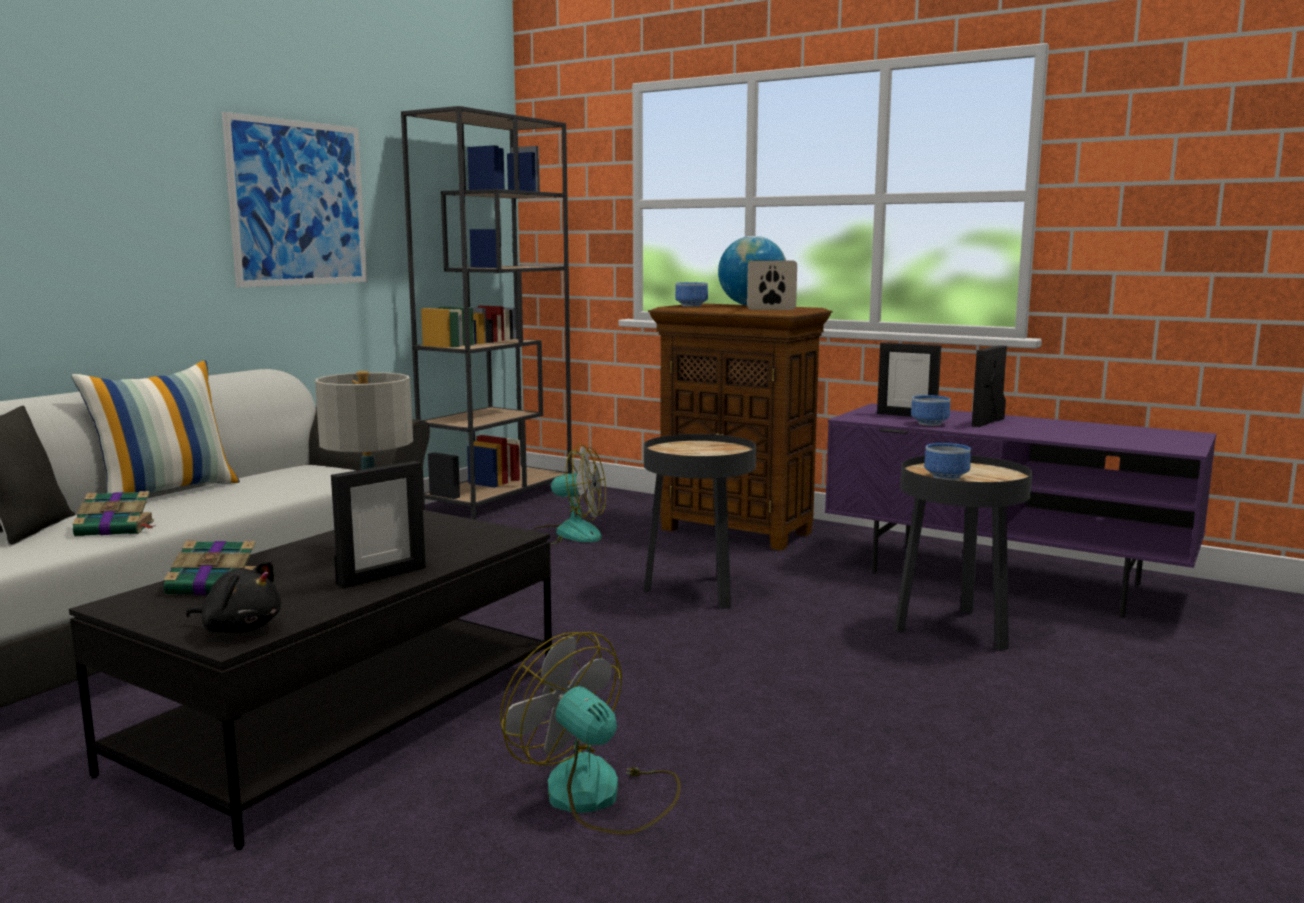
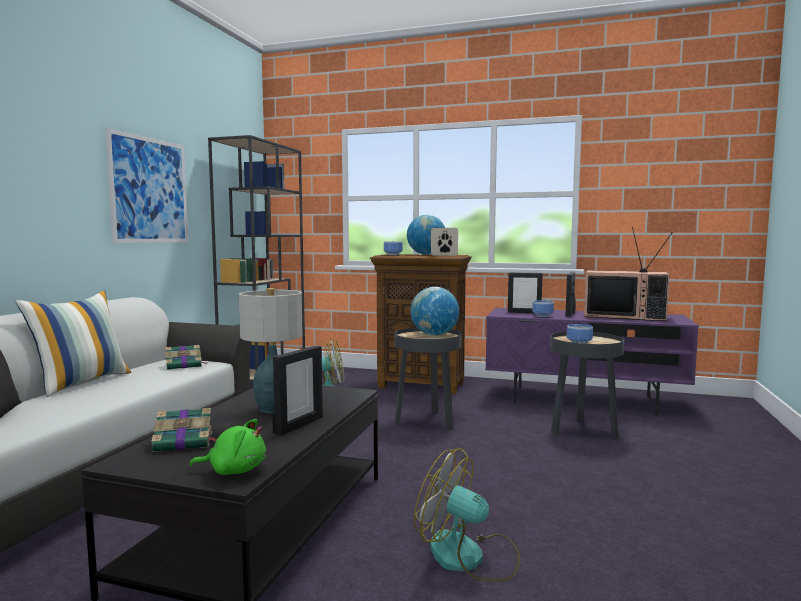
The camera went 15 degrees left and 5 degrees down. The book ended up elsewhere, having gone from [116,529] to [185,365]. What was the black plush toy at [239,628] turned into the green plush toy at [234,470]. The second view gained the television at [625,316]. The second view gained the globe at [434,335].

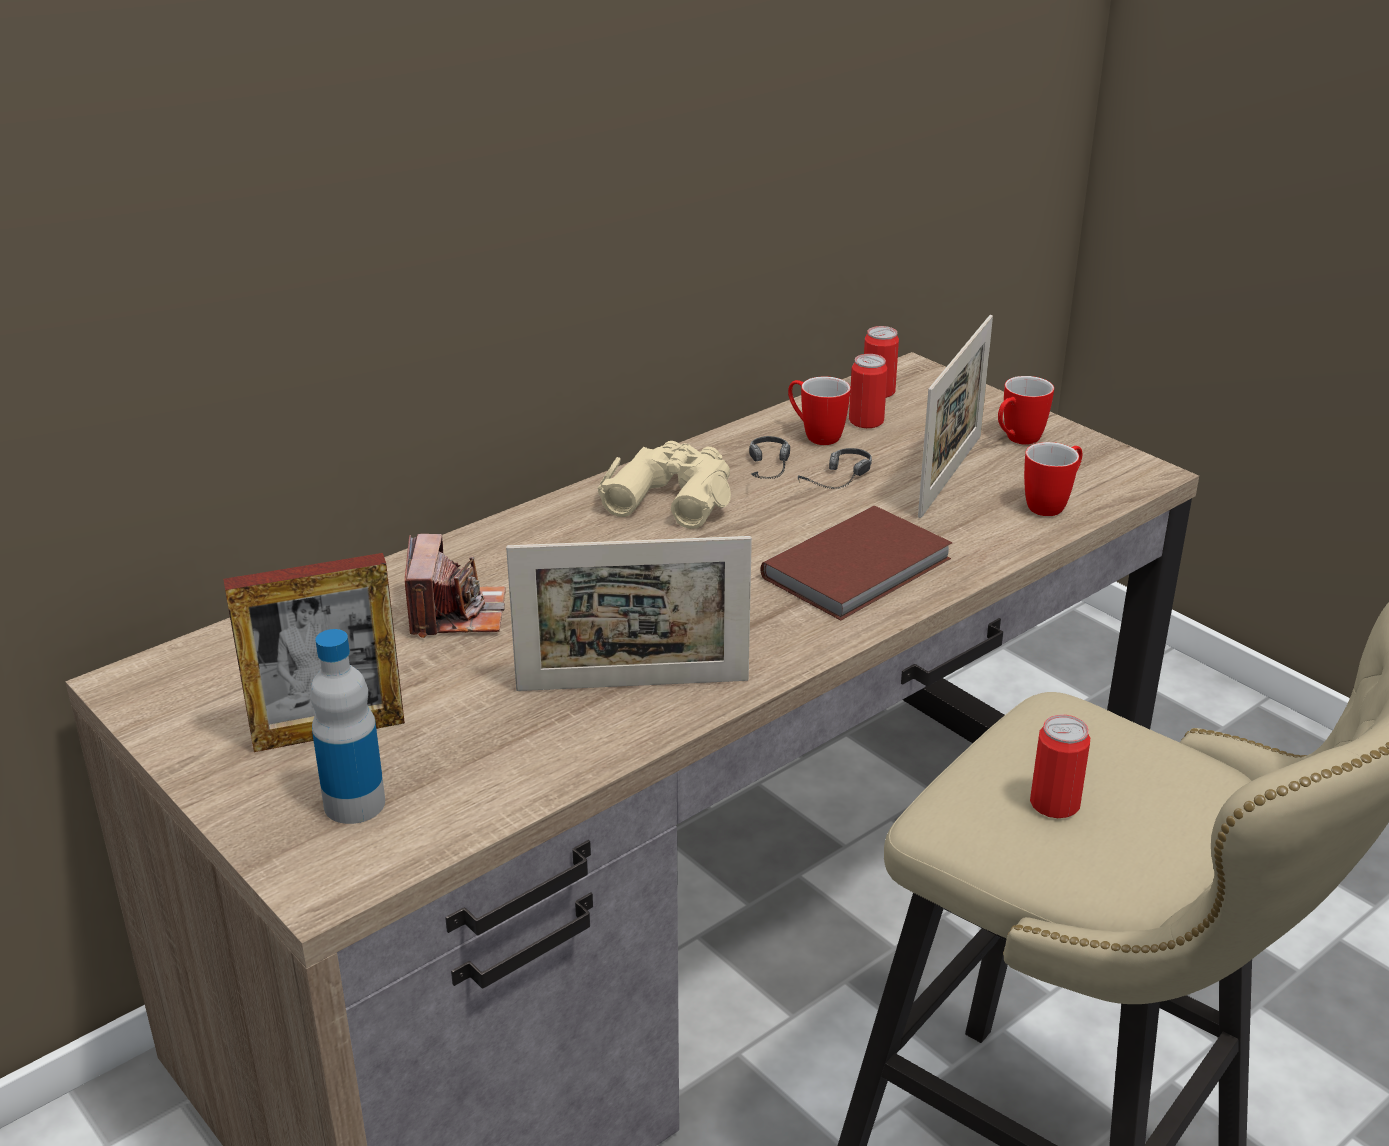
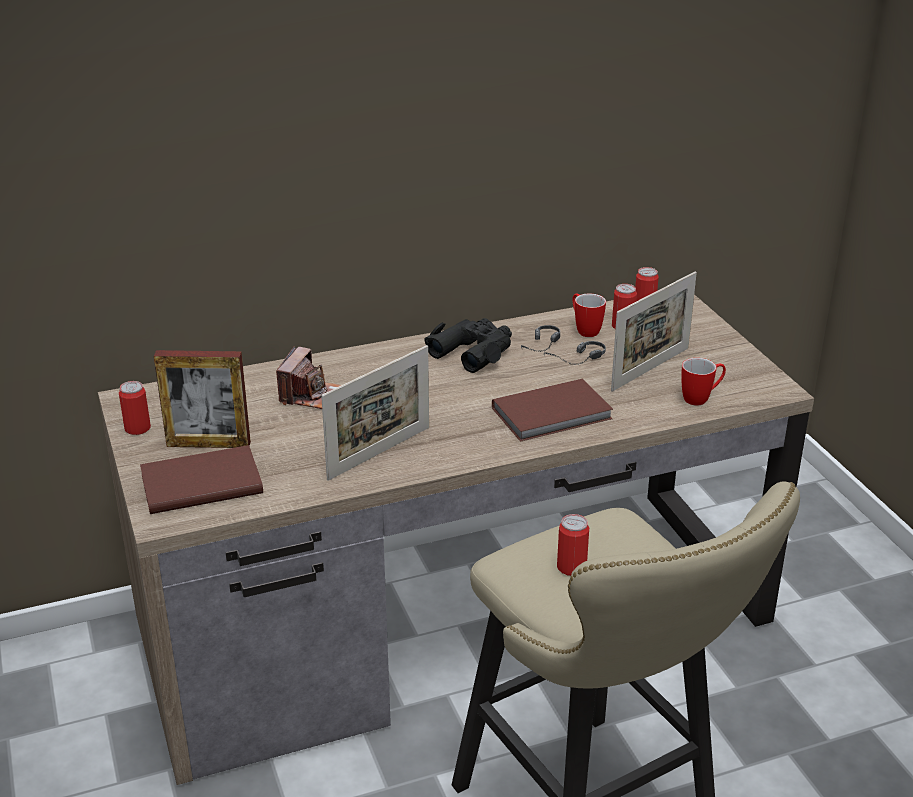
The camera went 20 degrees right and 0 degrees up. The second view lost the mug at [1017,440]. What was the beige binoculars at [672,496] turned into the black binoculars at [473,351]. The picture frame at [632,685] ended up facing another way, 60 degrees counterclockwise from before. Where the bottle stood at [354,804], the brown book came to stand at [199,483]. The second view gained the can at [137,428].

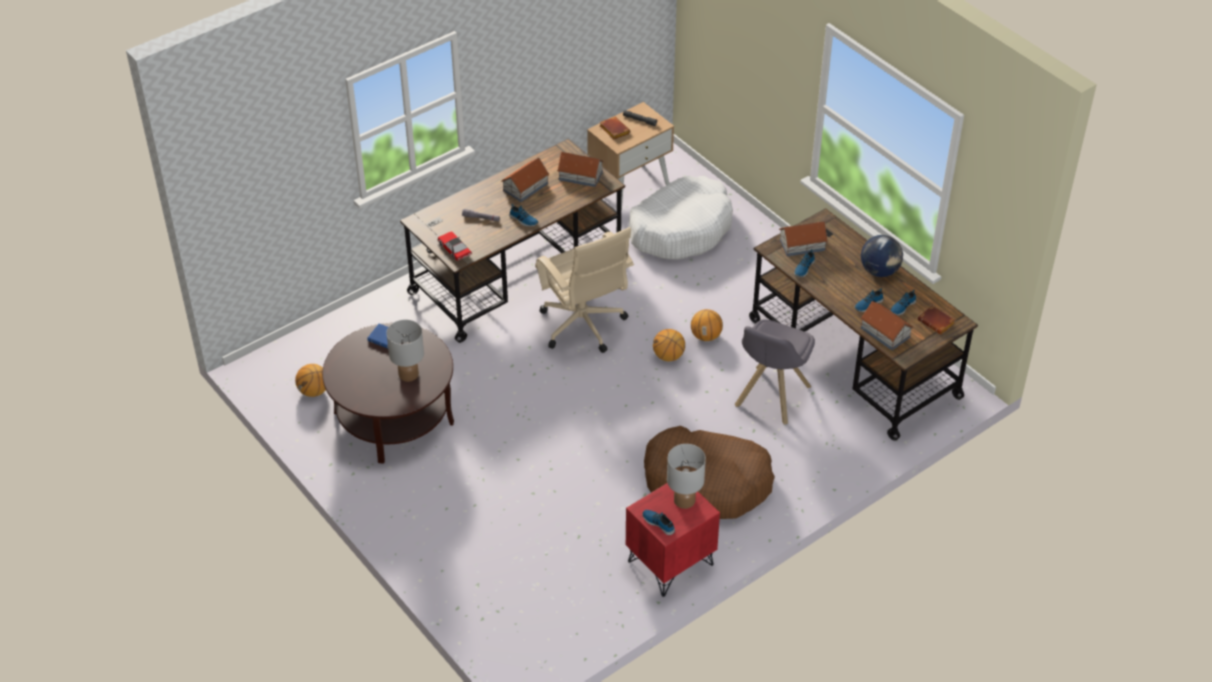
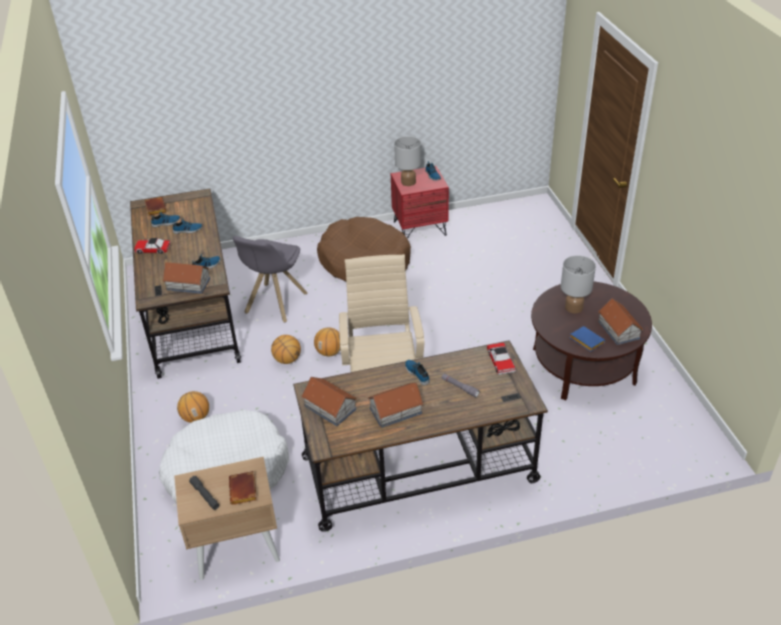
The camera went 155 degrees left and 5 degrees down. Where the globe stood at [880,271], the toy car came to stand at [152,249]. The toy house ended up elsewhere, having gone from [885,332] to [618,330]. The grey chair at [771,396] ended up facing another way, 150 degrees clockwise from before. The basketball ended up elsewhere, having gone from [314,391] to [196,417].

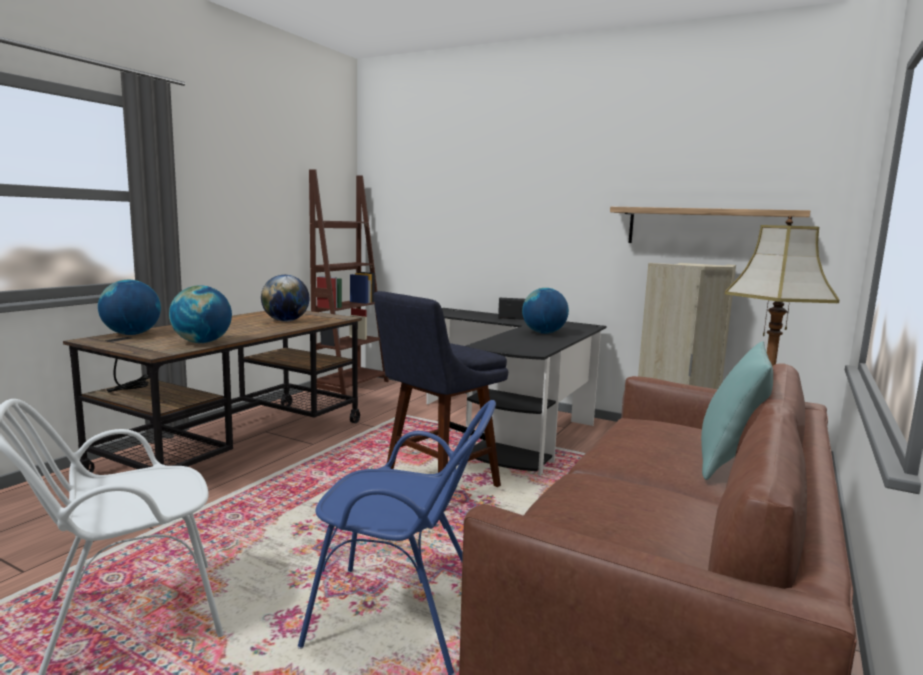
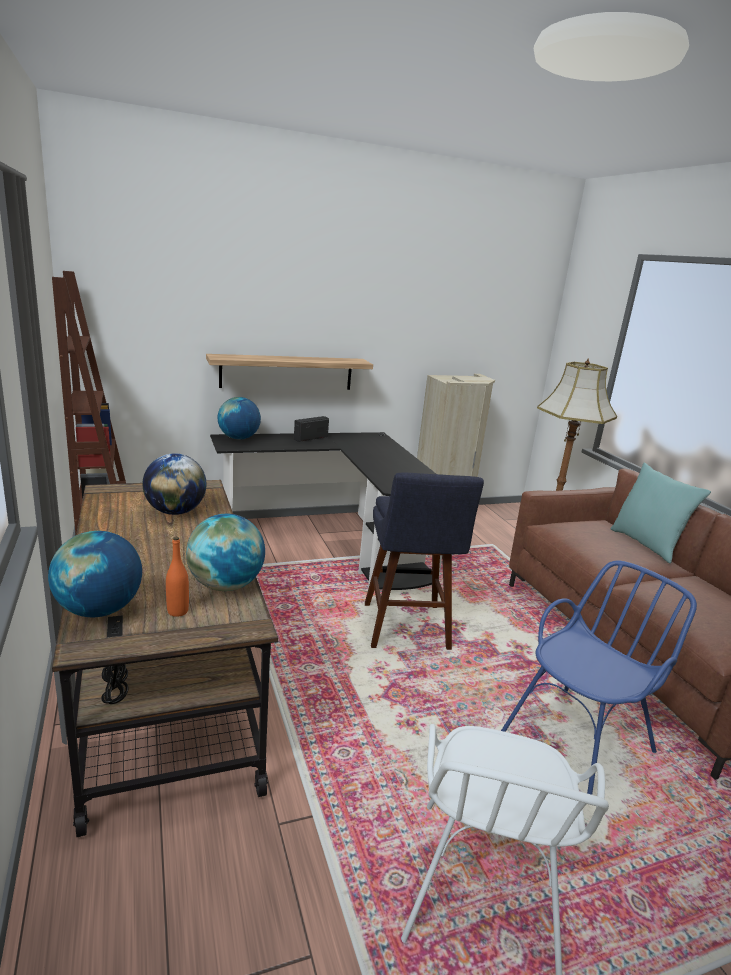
The camera went 50 degrees left and 10 degrees up. The shelf ended up elsewhere, having gone from [705,228] to [287,372]. The globe ended up elsewhere, having gone from [543,333] to [238,438]. The second view gained the orange bottle at [177,611].

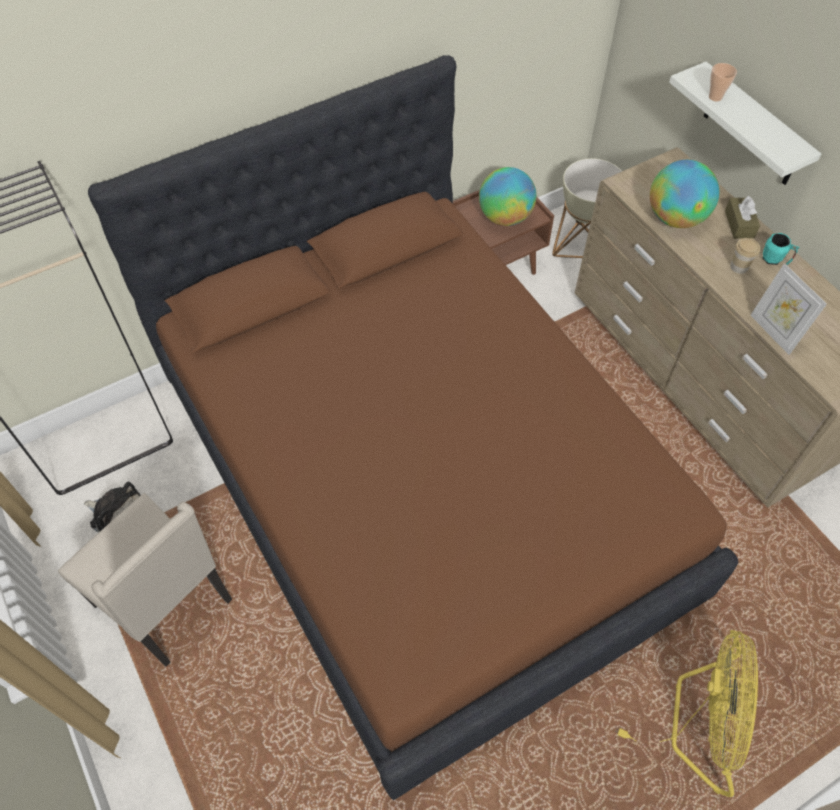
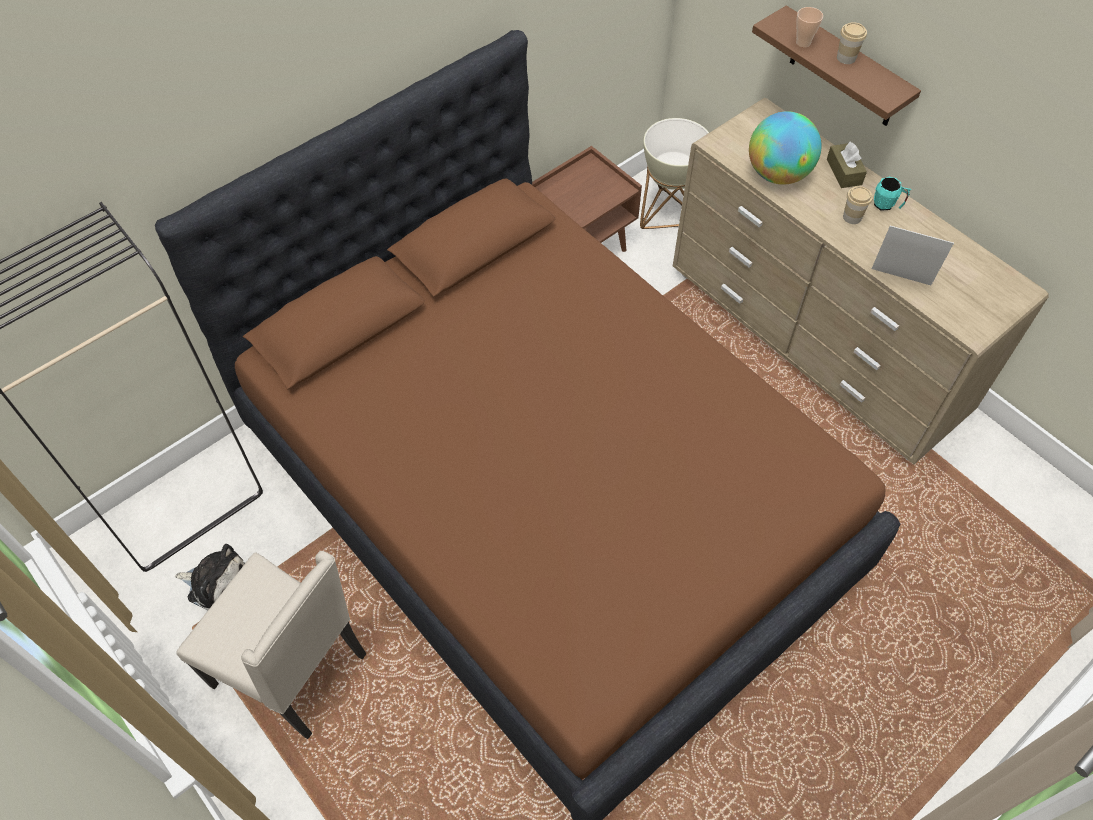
The camera went 10 degrees left and 0 degrees up. What was the white shelf at [752,127] turned into the brown shelf at [844,69]. The second view lost the globe at [505,217]. The picture frame at [774,332] ended up facing another way, 150 degrees clockwise from before. The second view lost the yellow fan at [693,722]. The second view gained the cup at [846,58].

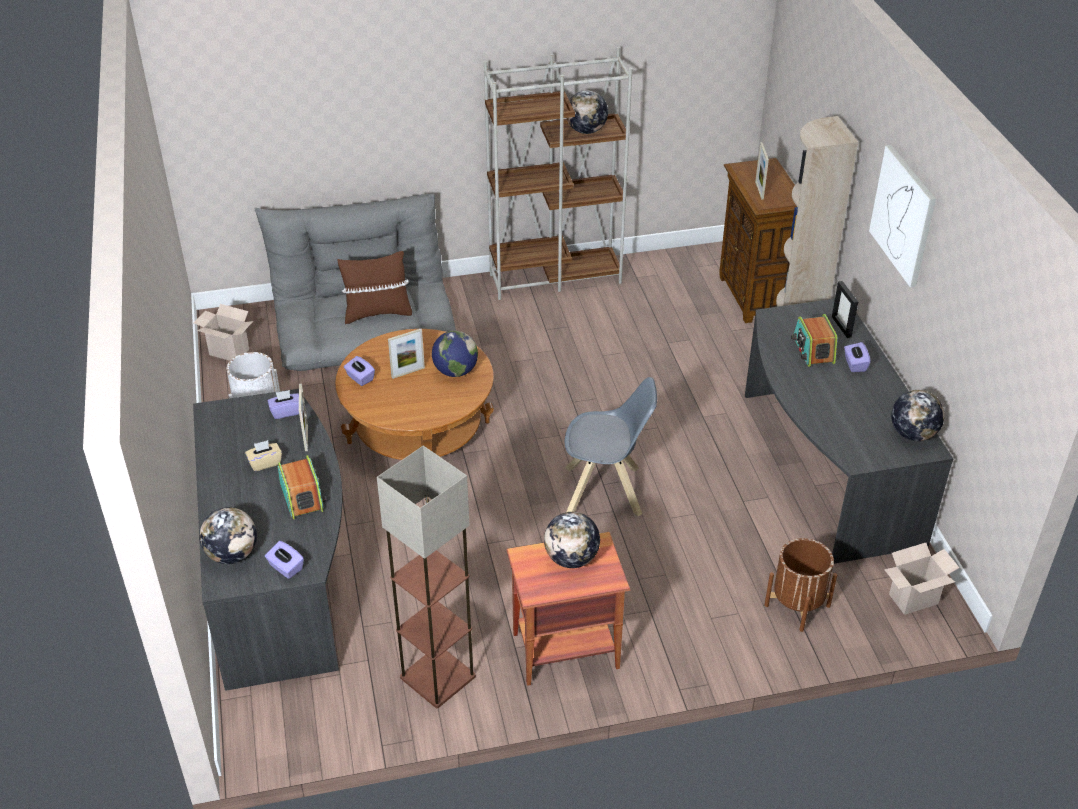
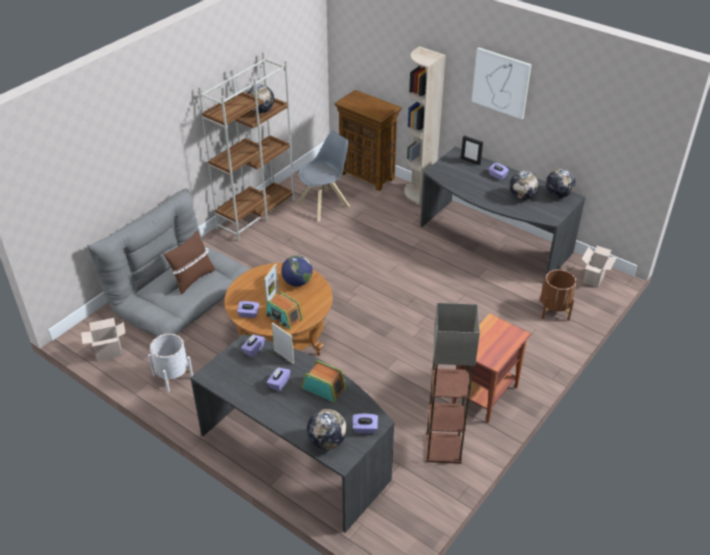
The camera went 40 degrees left and 0 degrees up. The second view lost the picture frame at [759,190]. The radio ended up elsewhere, having gone from [813,350] to [283,317]. The grey chair ended up elsewhere, having gone from [606,491] to [324,205]. What was the beige tissue box at [265,463] turned into the purple tissue box at [279,383]. The globe ended up elsewhere, having gone from [571,559] to [522,197].

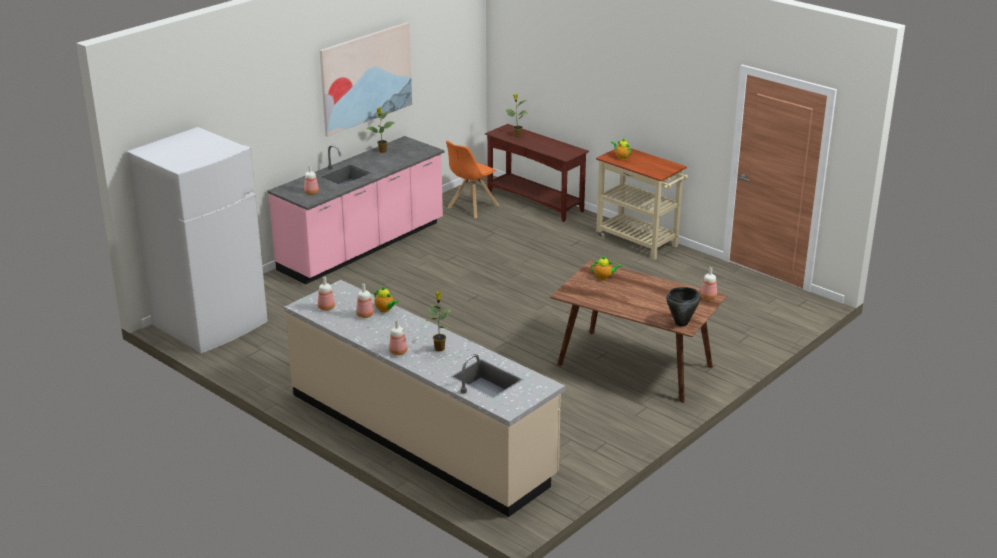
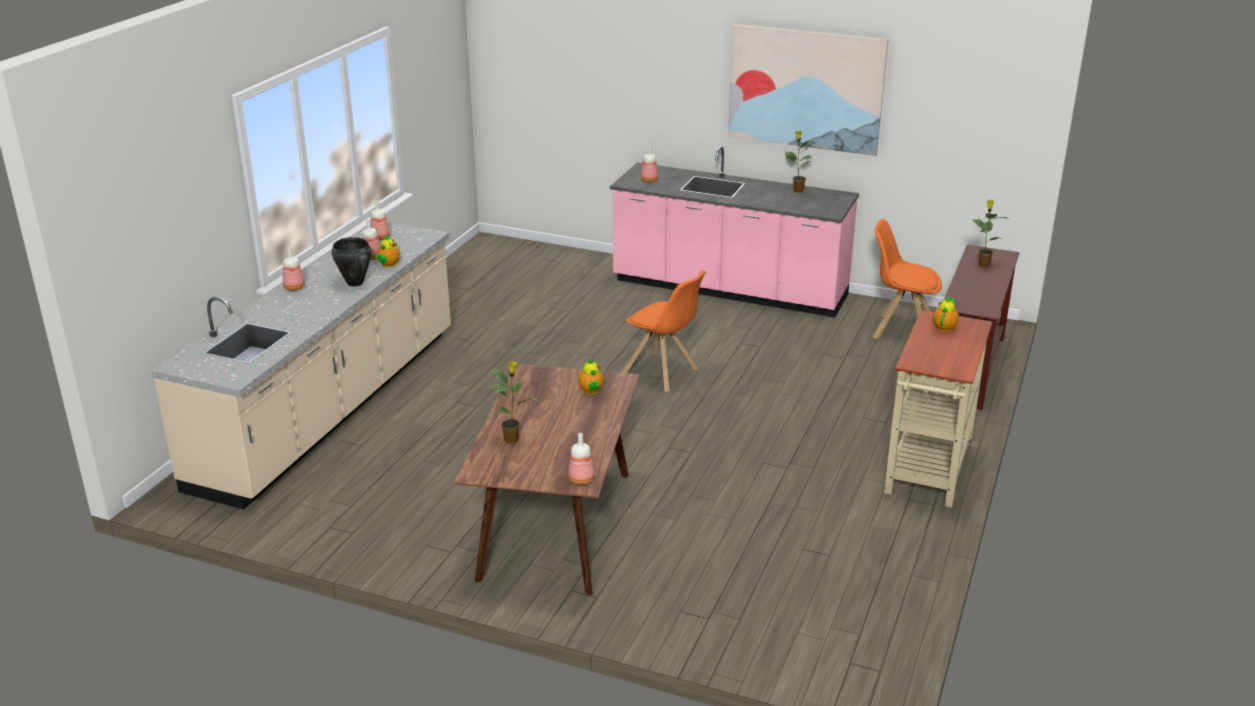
The camera went 70 degrees right and 0 degrees up. The second view lost the white fridge at [210,323]. The black cooking pot ended up elsewhere, having gone from [681,323] to [354,283]. The potted plant ended up elsewhere, having gone from [439,348] to [512,439]. The second view gained the orange chair at [663,373].

